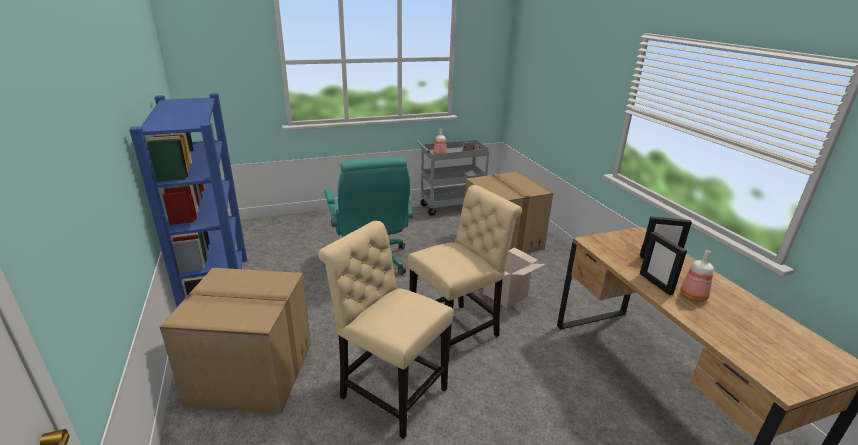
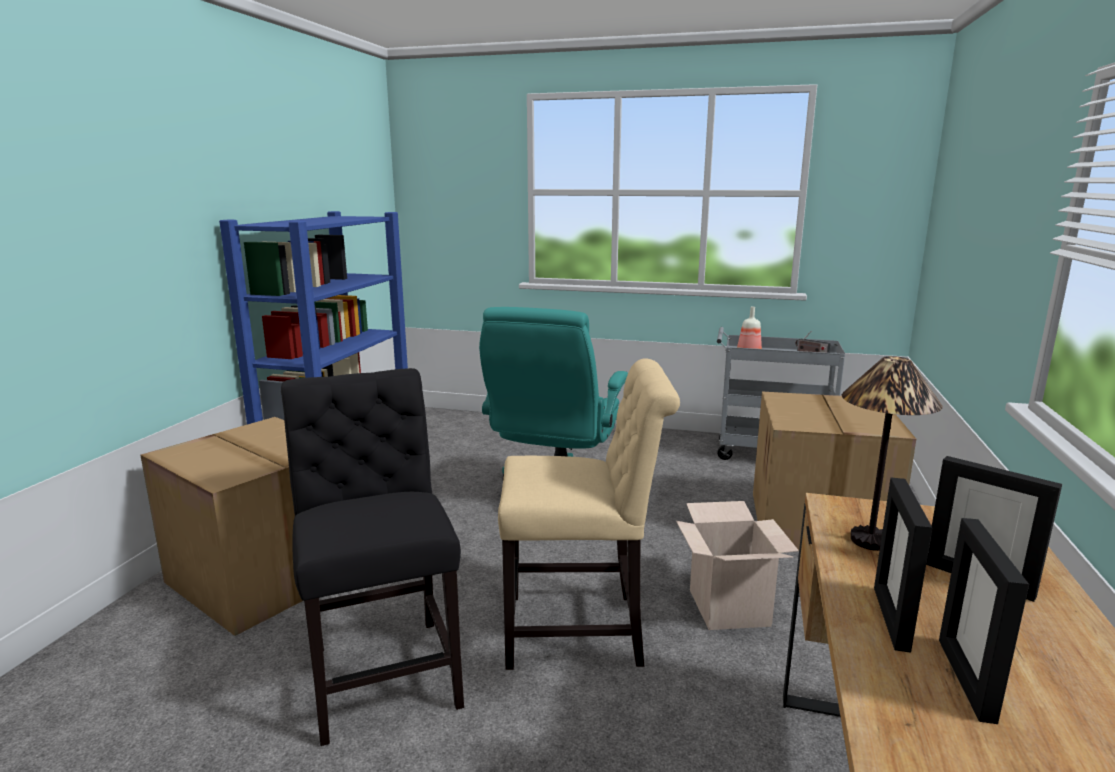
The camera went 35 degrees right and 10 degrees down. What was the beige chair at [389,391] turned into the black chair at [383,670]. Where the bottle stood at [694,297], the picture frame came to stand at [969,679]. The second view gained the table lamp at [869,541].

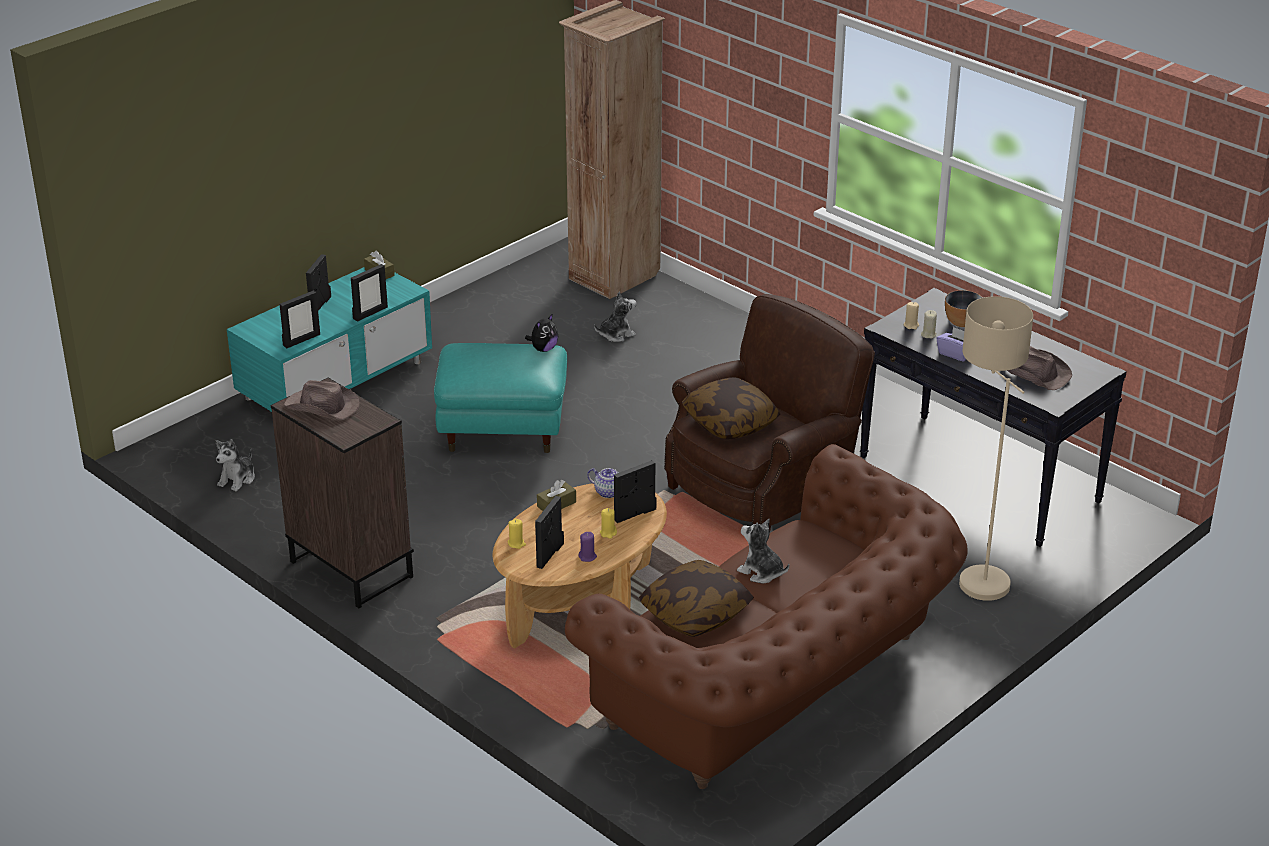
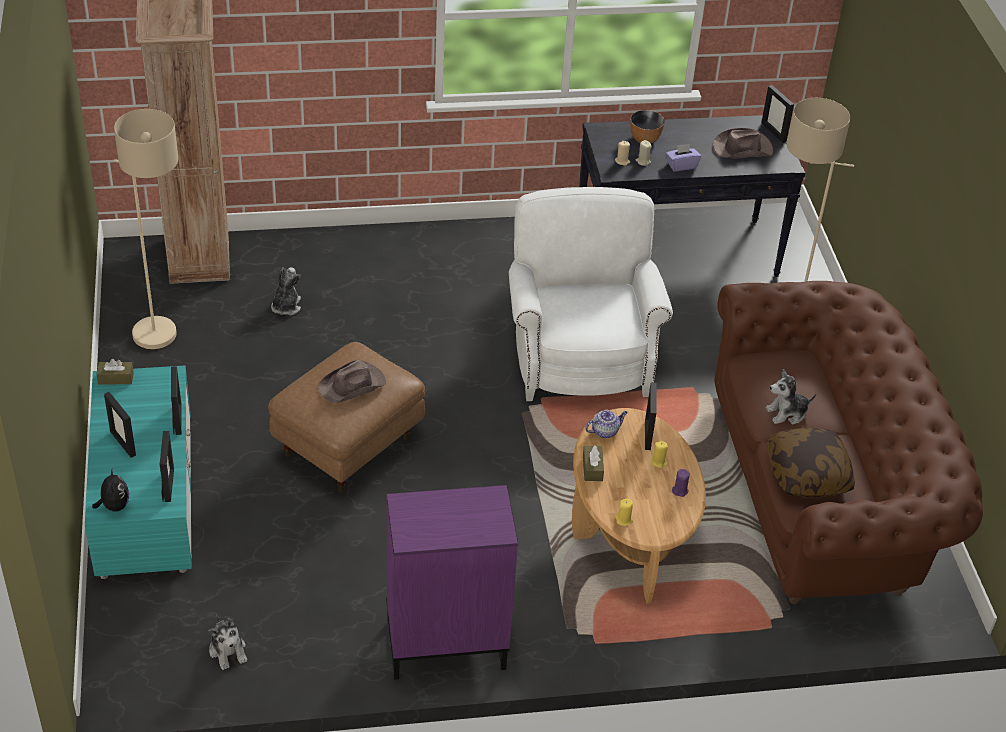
The camera went 55 degrees left and 10 degrees up. What was the brown armchair at [764,487] turned into the white armchair at [579,354]. The plush toy ended up elsewhere, having gone from [543,349] to [114,506]. What was the turquoise ottoman at [504,431] turned into the brown ottoman at [349,445]. The second view lost the pillow at [730,422]. What was the brown dresser at [350,569] turned into the purple dresser at [445,645]. The brown hat ended up elsewhere, having gone from [322,407] to [353,385]. The picture frame ended up elsewhere, having gone from [550,555] to [774,132]. The second view gained the beige floor lamp at [165,339].

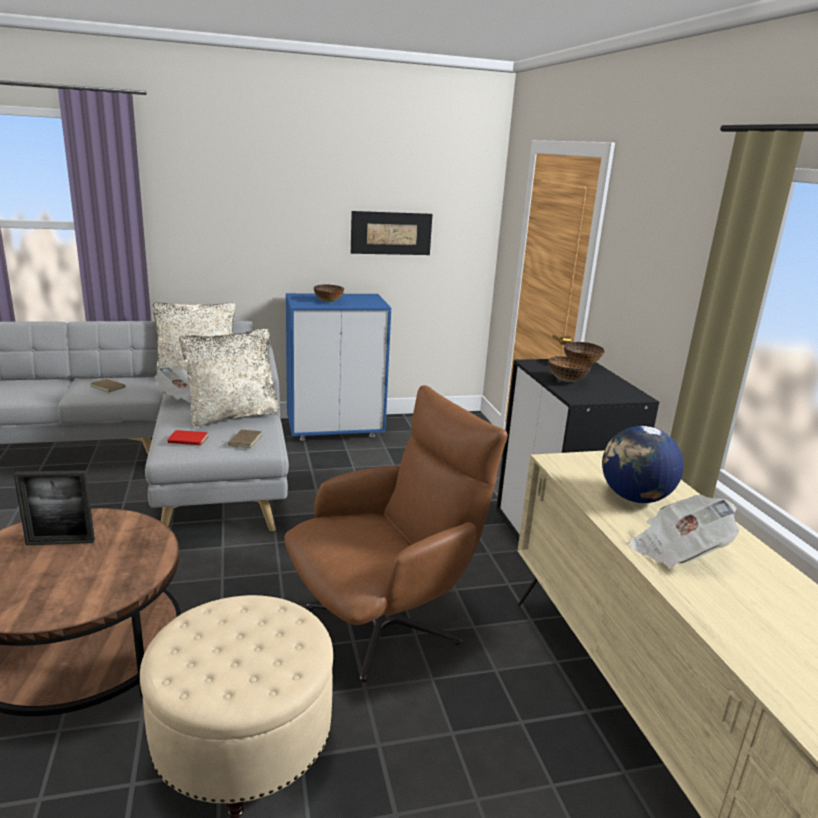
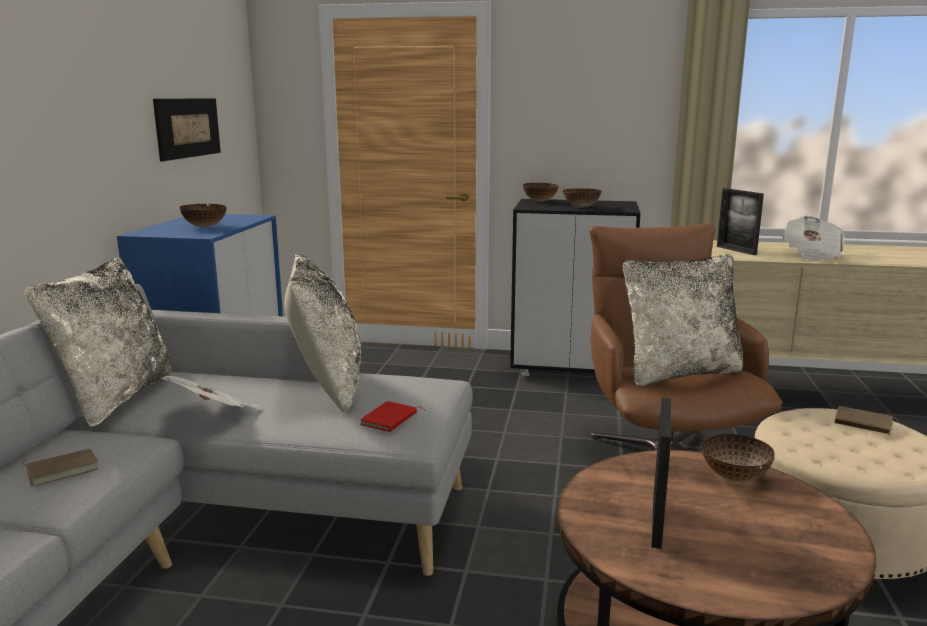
The camera went 65 degrees left and 5 degrees down. Where the globe stood at [634,498], the picture frame came to stand at [736,250]. The brown book ended up elsewhere, having gone from [244,440] to [862,424]. The second view gained the beige pillow at [681,375]. The second view gained the bowl at [733,477].

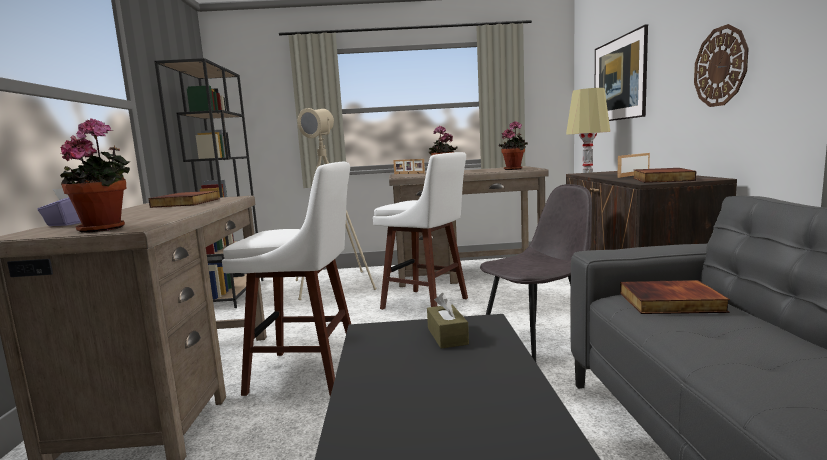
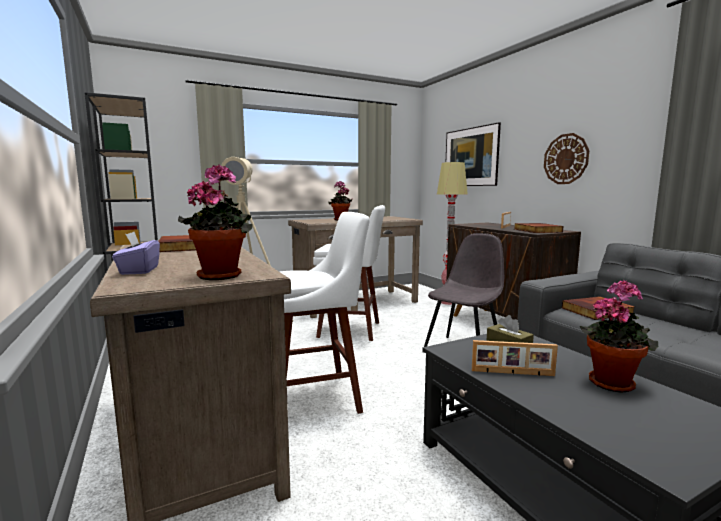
The camera went 25 degrees left and 0 degrees up. The potted plant ended up elsewhere, having gone from [514,169] to [612,382]. The picture frame ended up elsewhere, having gone from [408,173] to [512,373].

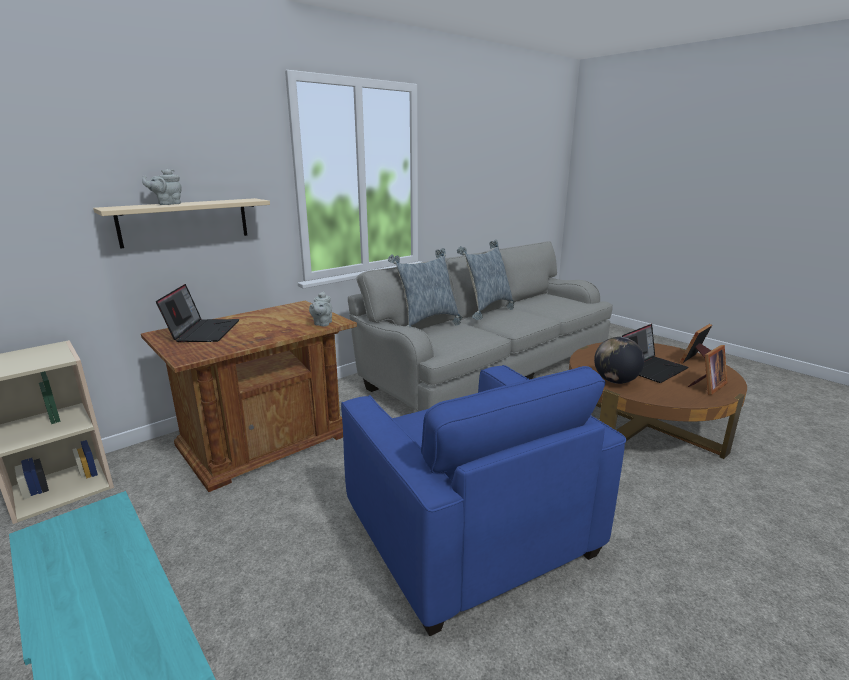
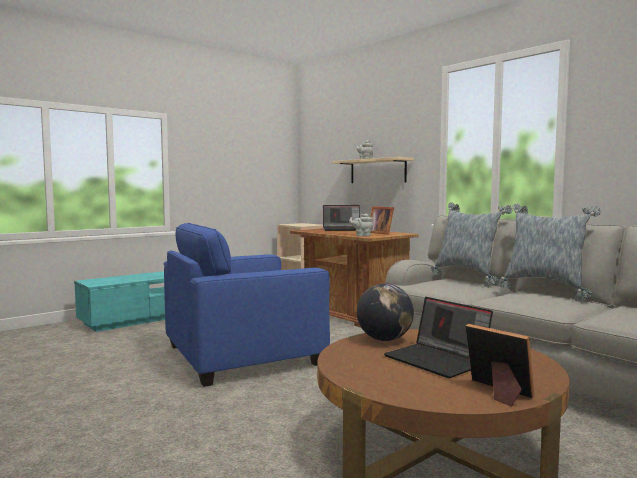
The camera went 90 degrees right and 15 degrees down. The picture frame ended up elsewhere, having gone from [707,386] to [381,233].

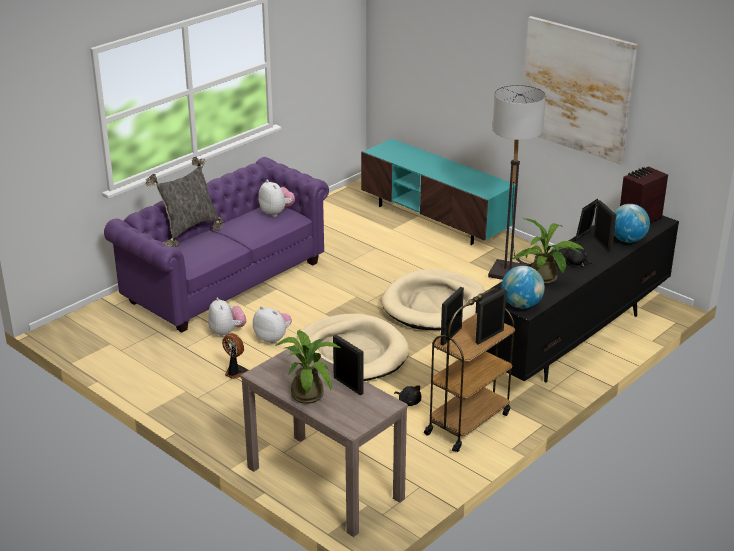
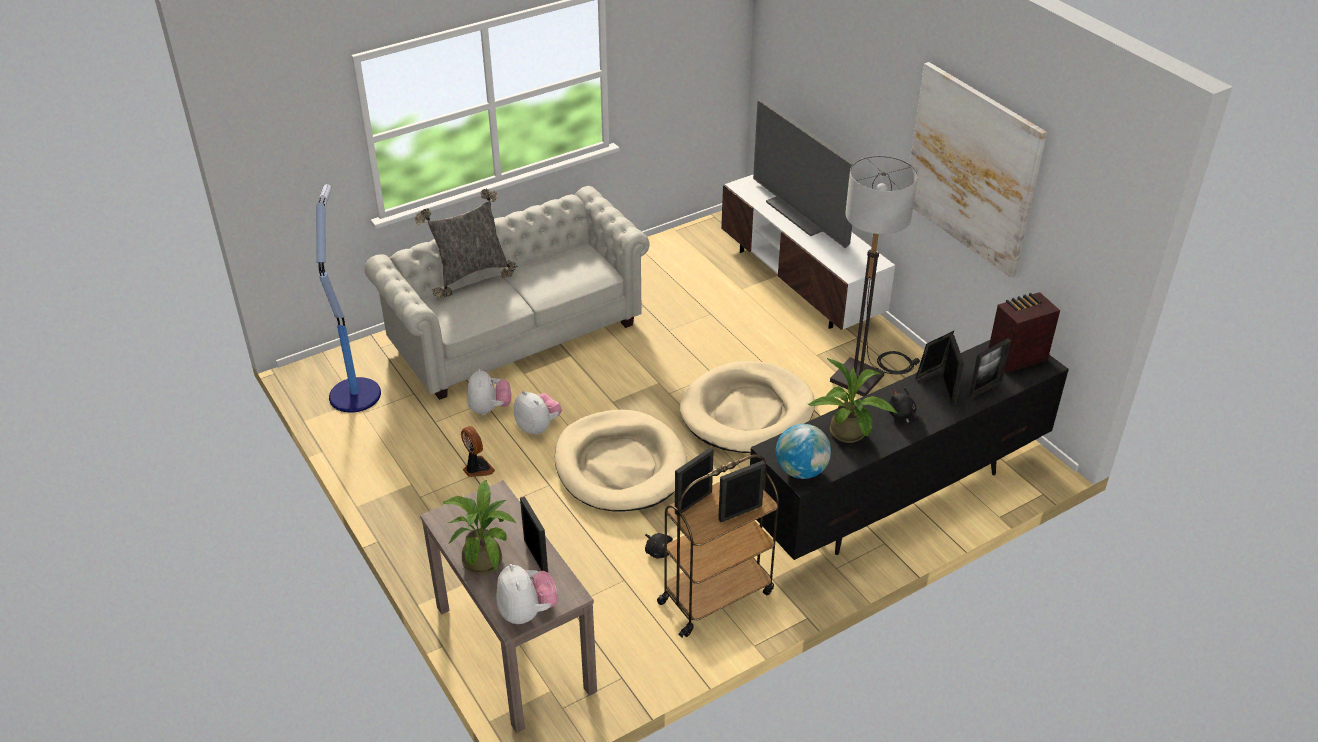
The camera went 15 degrees right and 10 degrees up. What was the turquoise tv stand at [435,219] turned into the white tv stand at [800,282]. What was the purple sofa at [226,282] turned into the white sofa at [516,335]. The plush toy ended up elsewhere, having gone from [276,212] to [527,612]. Where the globe stood at [627,240], the picture frame came to stand at [985,389]. The second view gained the television at [802,214]. The second view gained the floor lamp at [355,393].

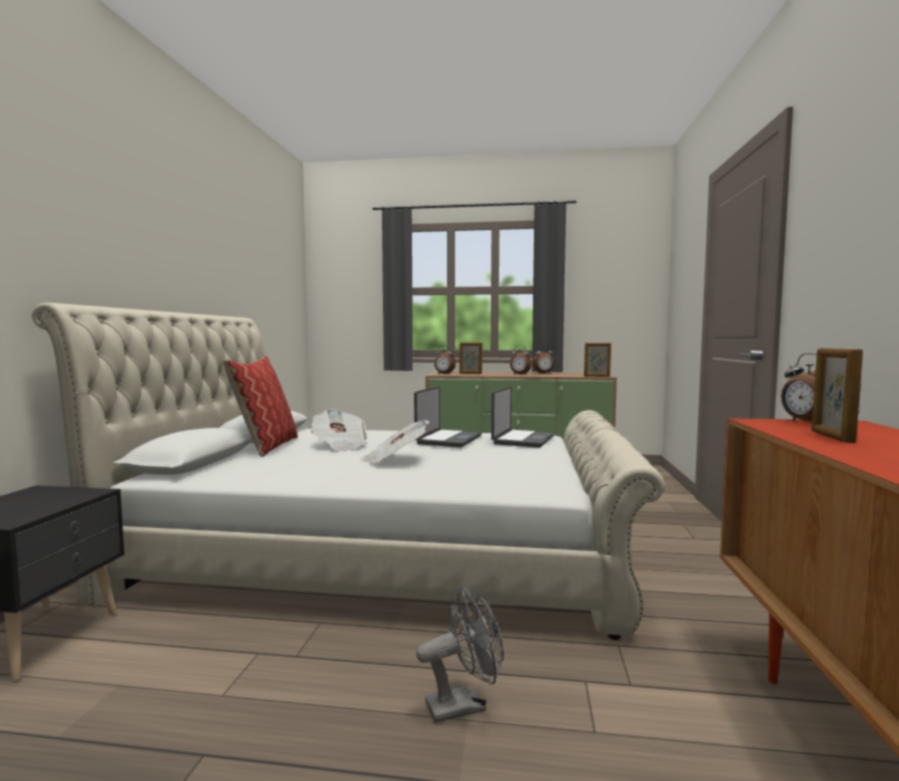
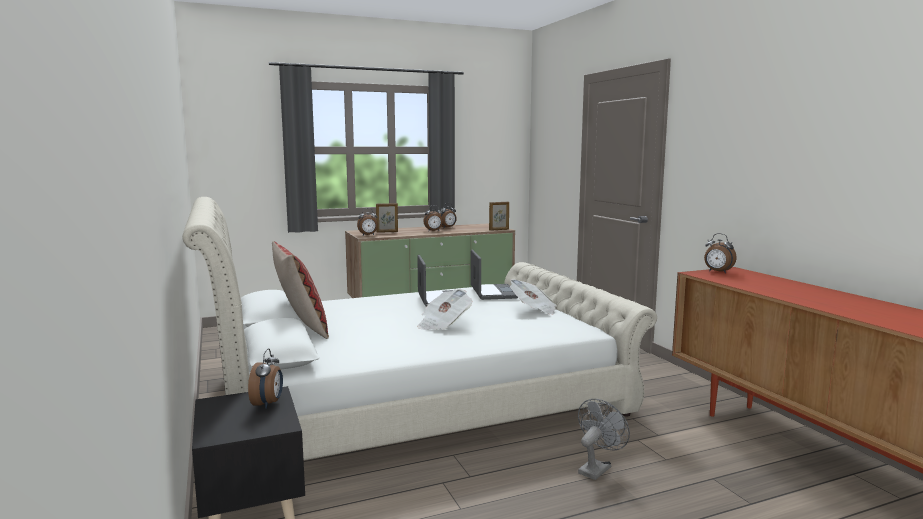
The camera went 30 degrees left and 5 degrees up. The second view lost the picture frame at [831,437]. The newspaper ended up elsewhere, having gone from [340,446] to [533,310]. The second view gained the alarm clock at [268,404].

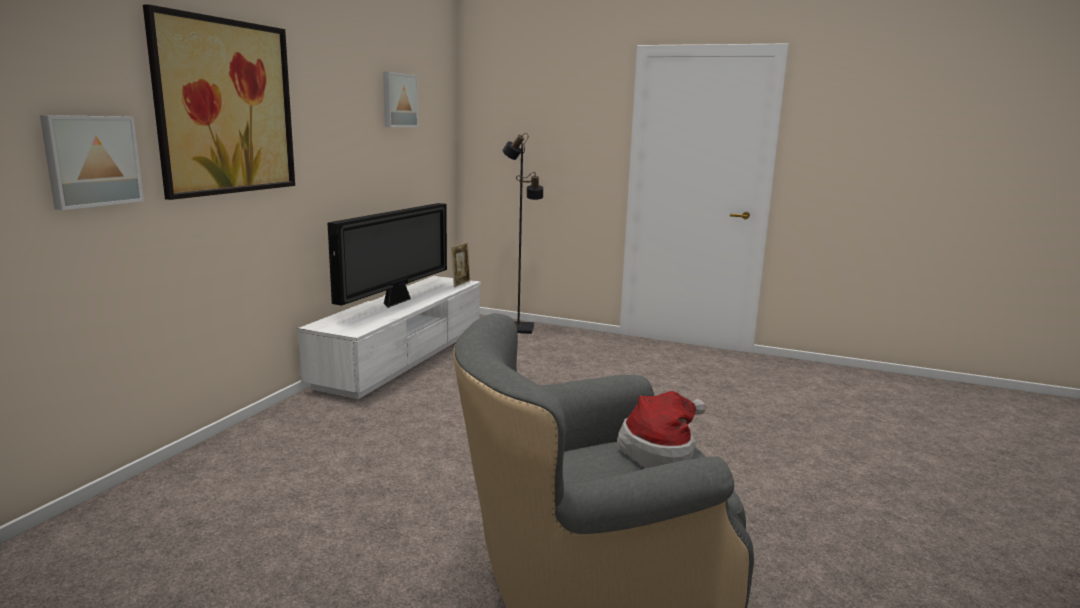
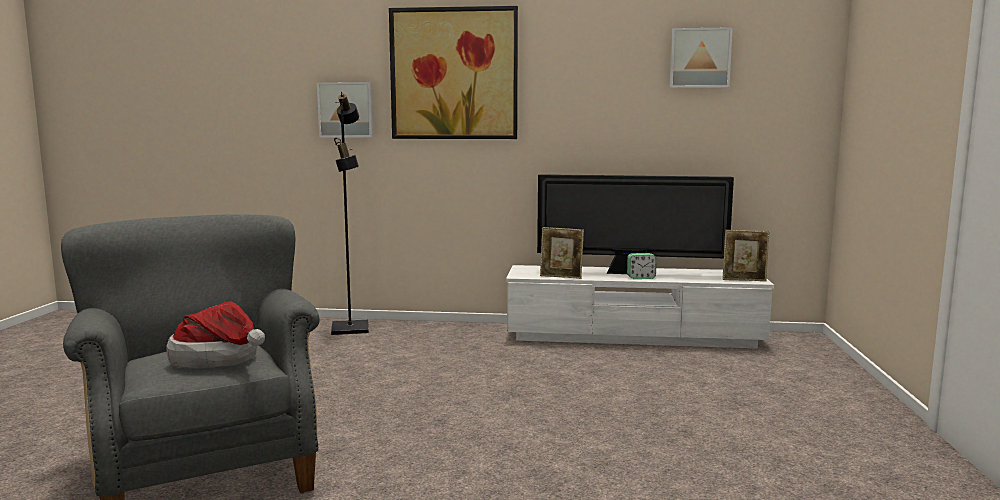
The camera went 75 degrees right and 5 degrees down. The black floor lamp ended up elsewhere, having gone from [518,328] to [350,329]. The second view gained the picture frame at [561,277]. The second view gained the alarm clock at [641,278].

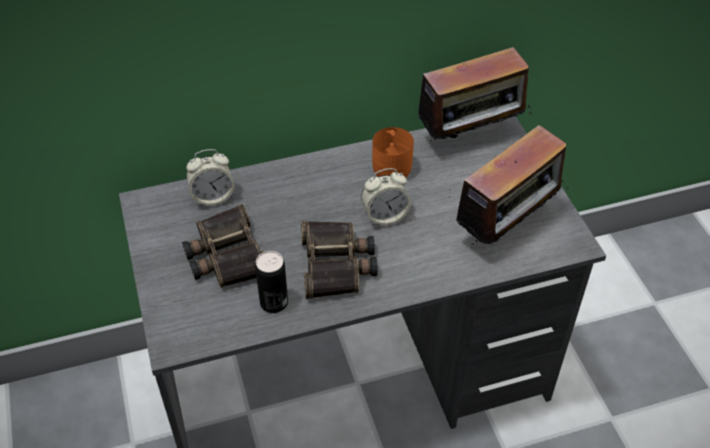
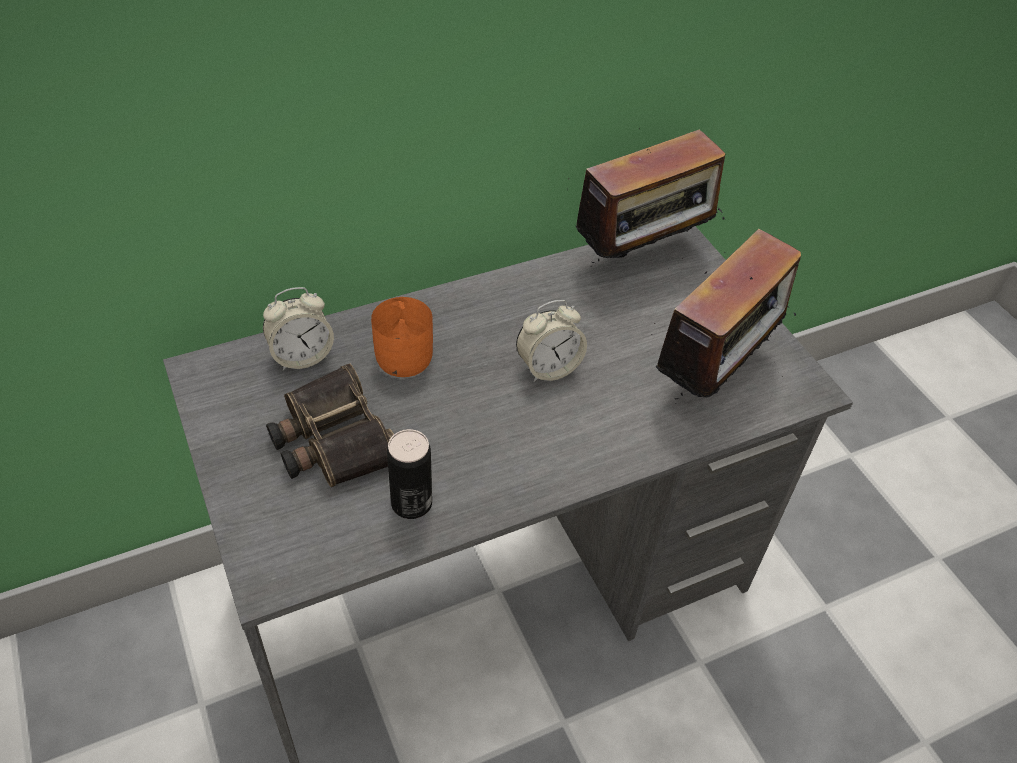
The camera went 10 degrees left and 0 degrees up. The orange mug ended up elsewhere, having gone from [392,164] to [405,351]. The second view lost the binoculars at [337,264].

